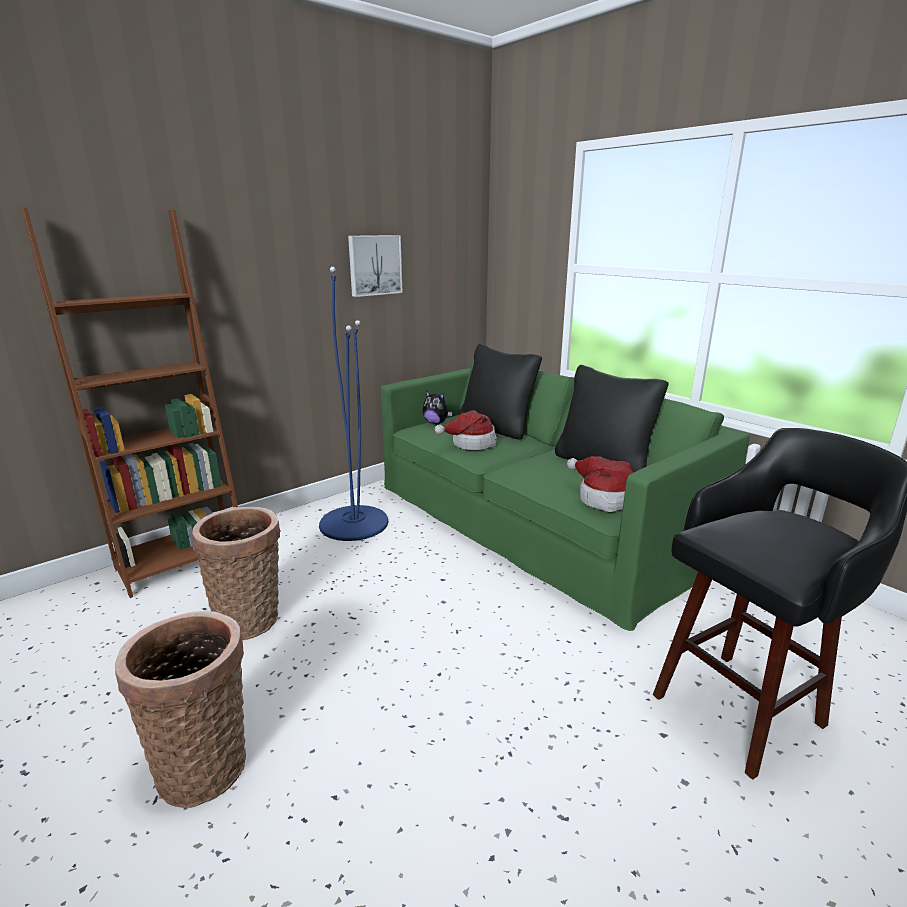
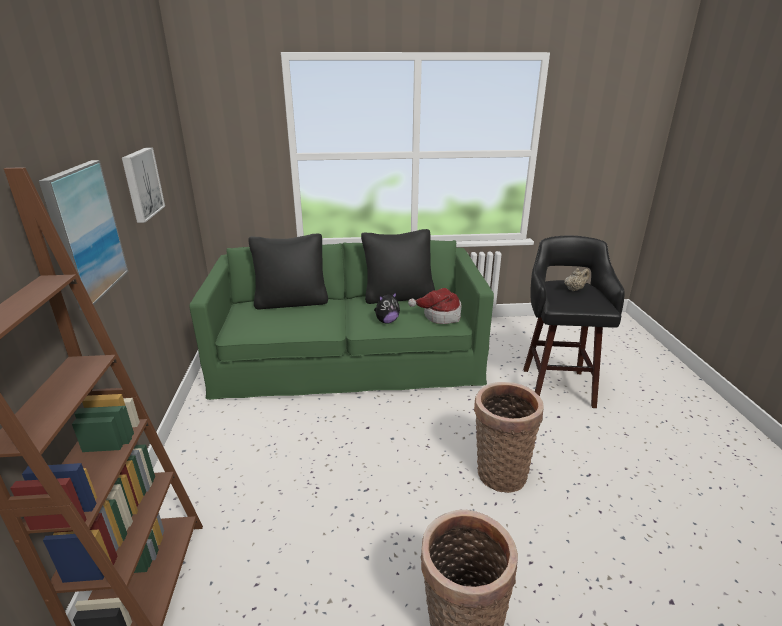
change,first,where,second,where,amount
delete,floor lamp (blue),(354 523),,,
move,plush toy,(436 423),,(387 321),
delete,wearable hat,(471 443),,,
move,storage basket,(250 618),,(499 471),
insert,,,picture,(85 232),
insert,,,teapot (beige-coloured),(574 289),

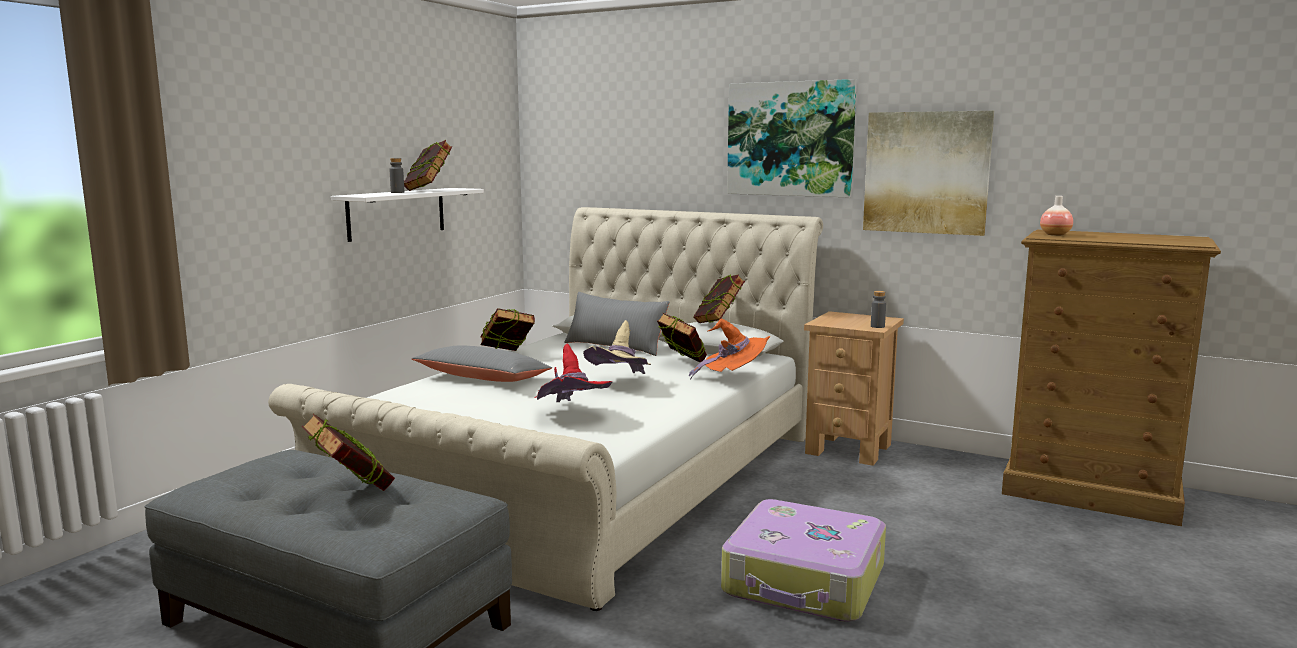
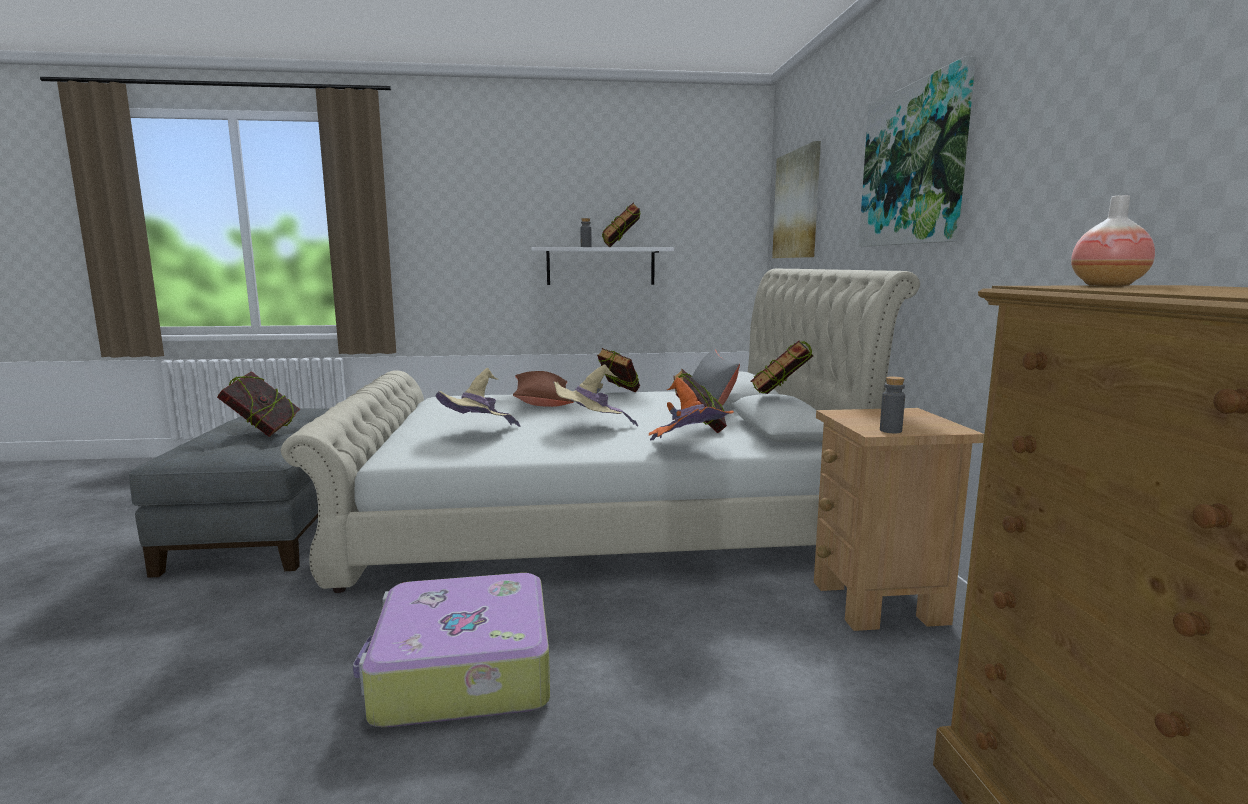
change,first,where,second,where,amount
move,picture,(926 172),,(797 204),
recolor,wearable hat (red-coloured),(572 416),wearable hat (beige-coloured),(478 435),
recolor,pillow (gray),(482 378),pillow (brownish),(542 401),

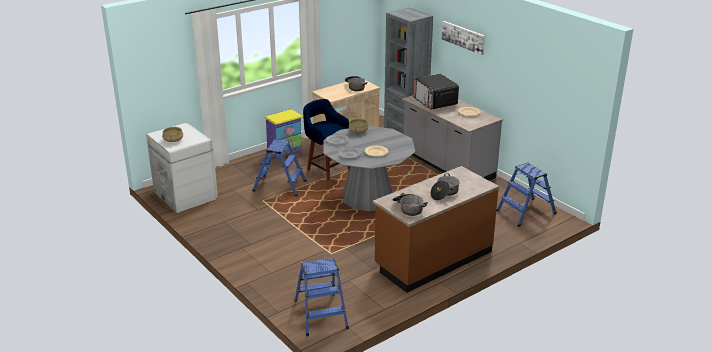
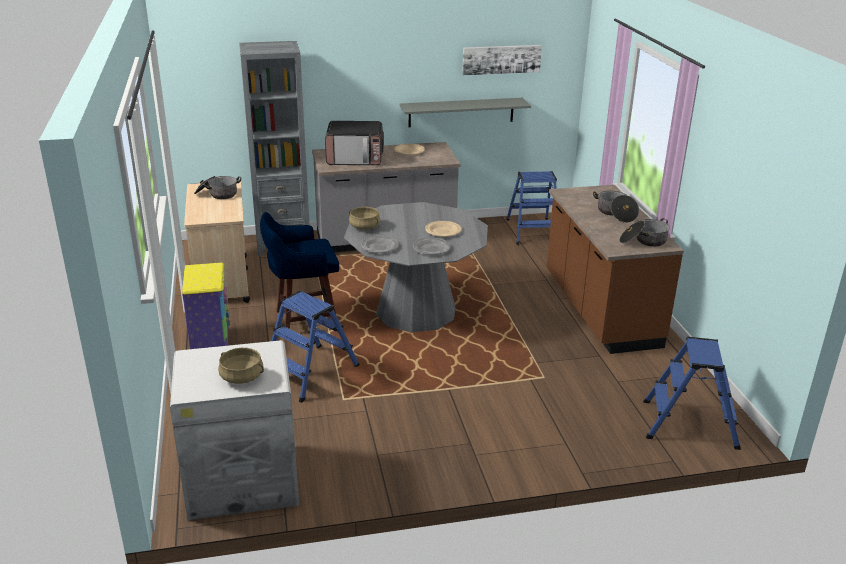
change,first,where,second,where,amount
move,picture,(463 37),,(501 59),
insert,,,bracket shelf (gray),(461 112),

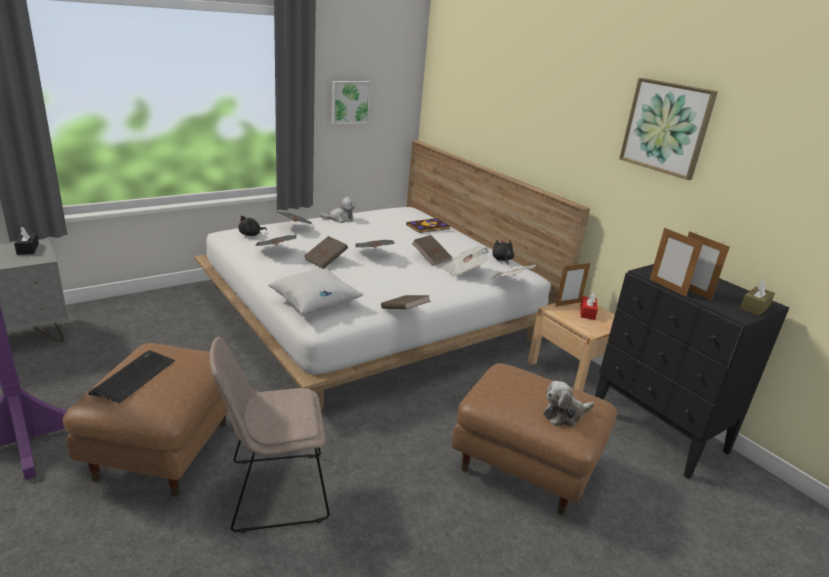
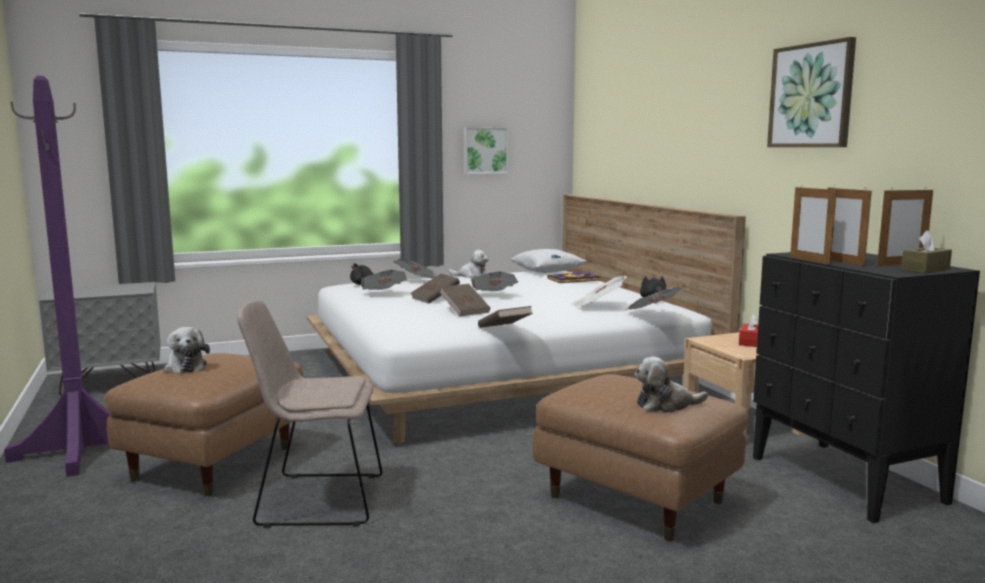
change,first,where,second,where,amount
delete,tissue holder (blackish),(28 249),,,
move,book (brownish),(431 258),,(464 311),
move,photo frame,(568 304),,(901 265),
move,pillow (gray),(315 302),,(547 271),
replace,computer keyboard,(134 377),plush toy,(185 366),

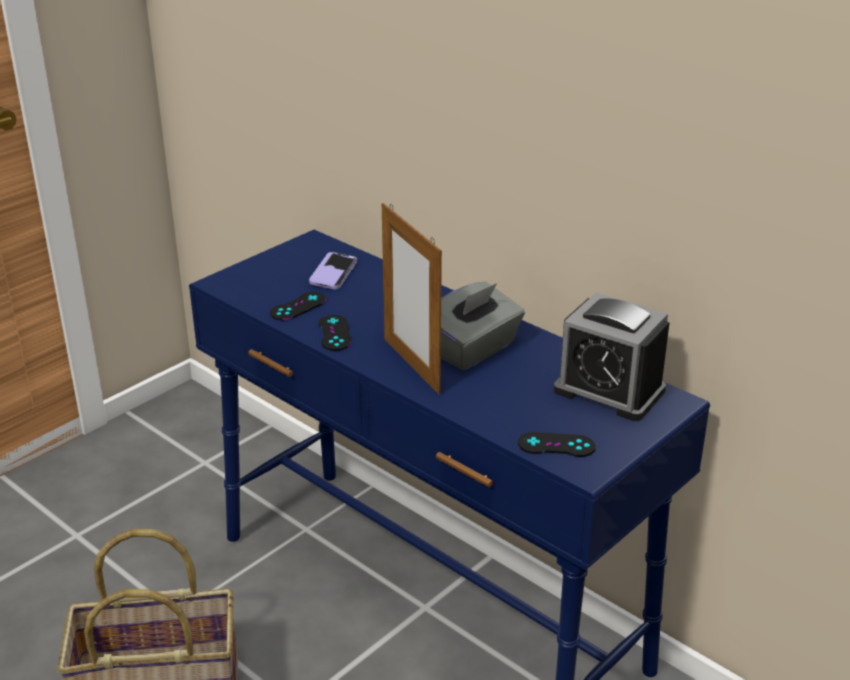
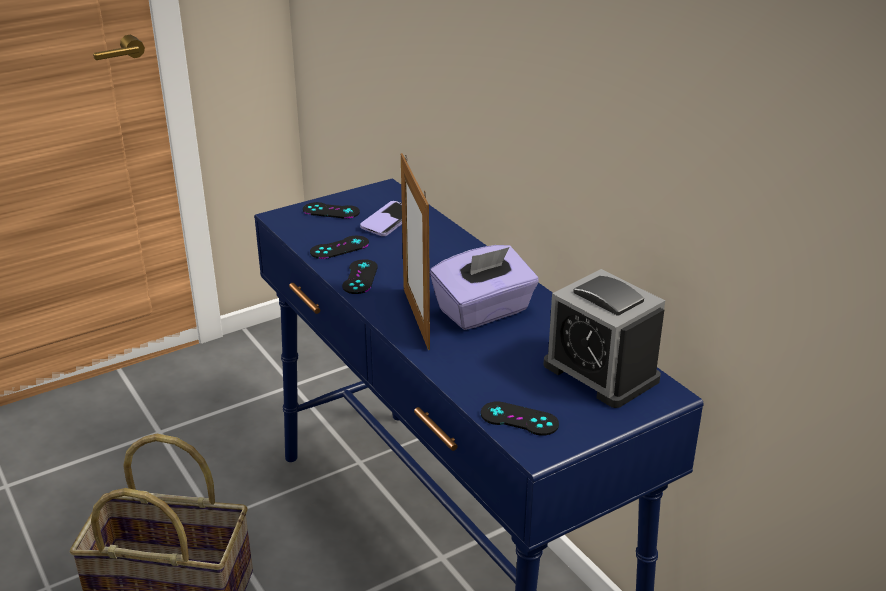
change,first,where,second,where,amount
recolor,tissue holder (gray),(473 349),tissue holder (purple),(484 311),
insert,,,game controller (blackish),(331 211),

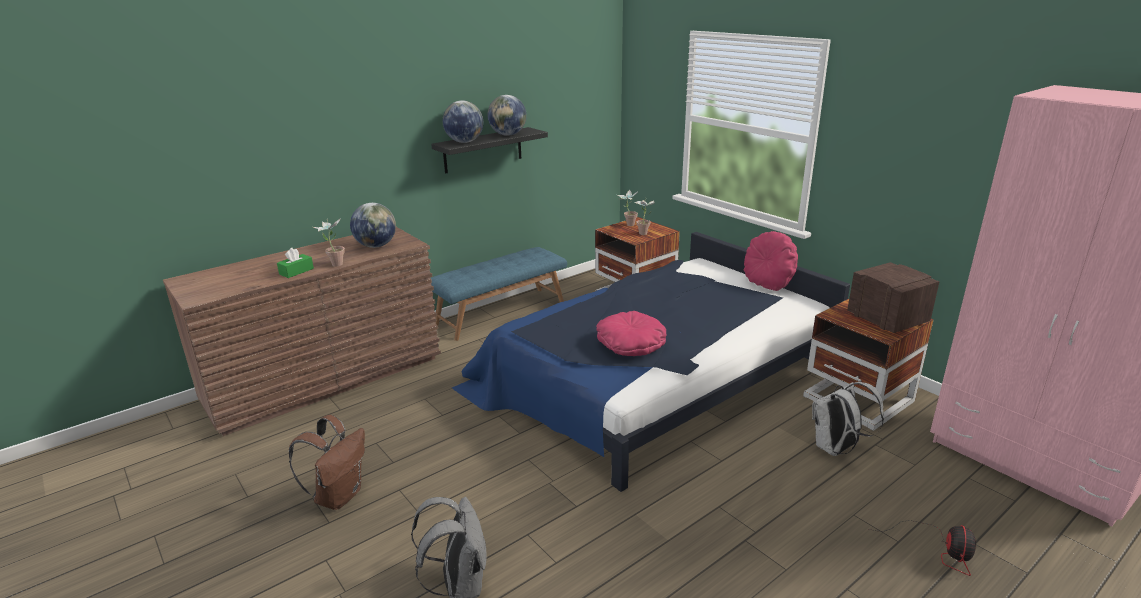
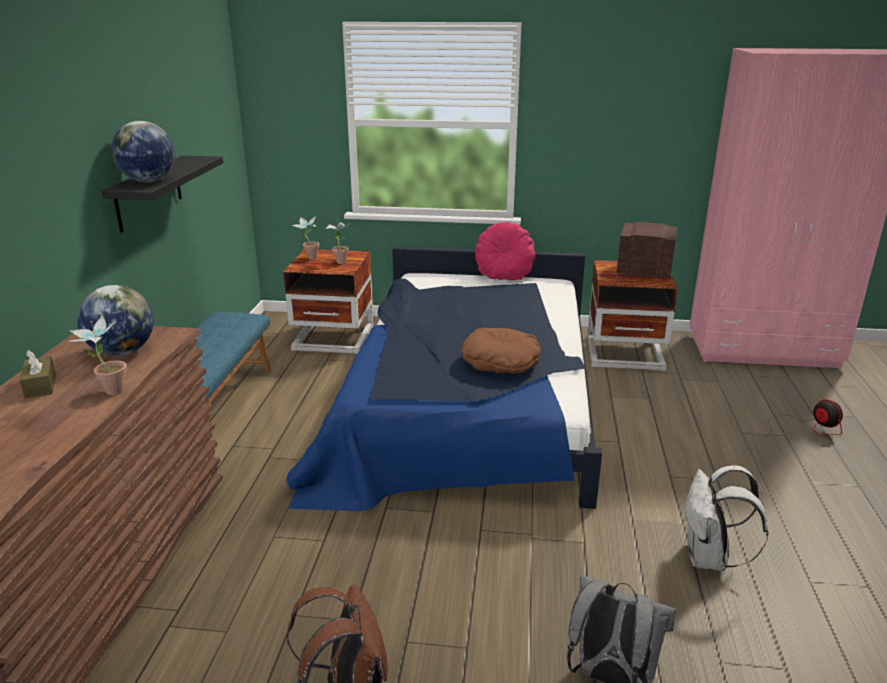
change,first,where,second,where,amount
delete,desk globe,(508 135),,,
delete,tissue holder (green),(296 271),,,
recolor,pillow (pink),(632 344),pillow (brownish),(501 362),
move,rucksack (whitish),(836 449),,(709 559),
insert,,,tissue holder (brownish),(40 385),

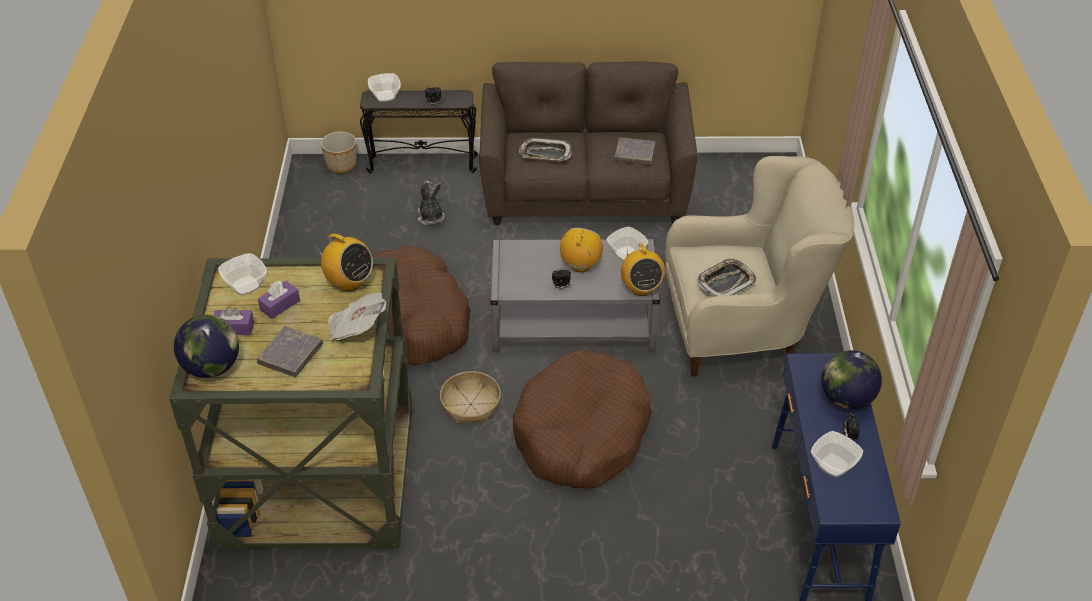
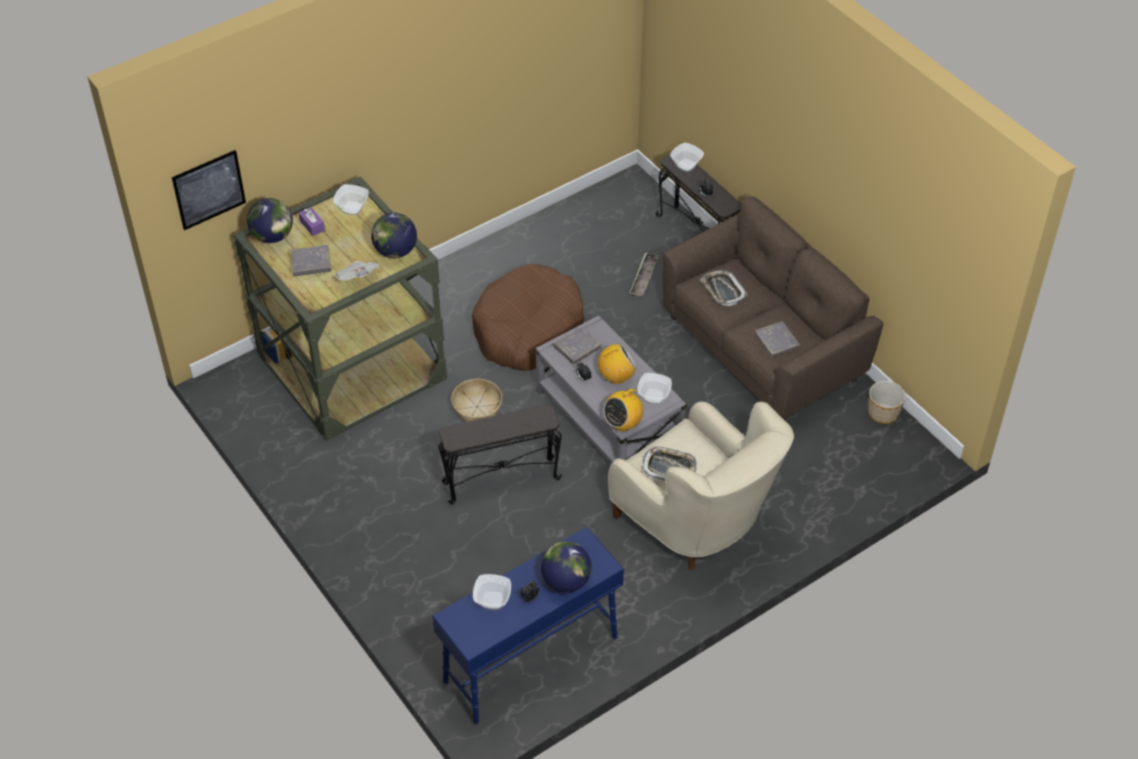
change,first,where,second,where,amount
move,planter,(341 164),,(884 413),
replace,plush toy,(430 217),tray,(643 277),
replace,radio receiver,(349 282),desk globe,(395 251),
delete,tissue holder (purple),(280 305),,,
replace,dog bed (brownish),(581 433),accent table (blackish),(502 481),
insert,,,picture,(209 189),
insert,,,book (gray),(577 347),

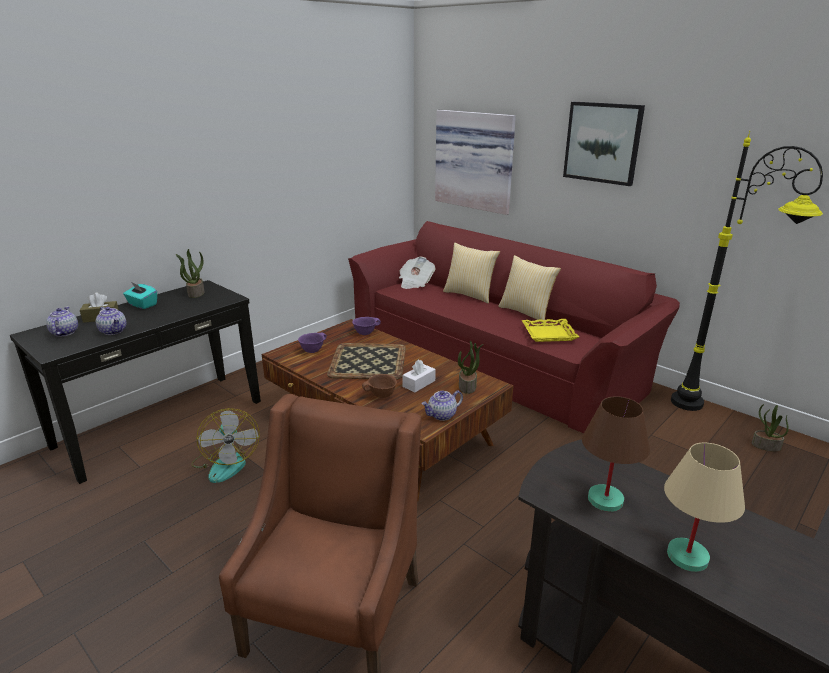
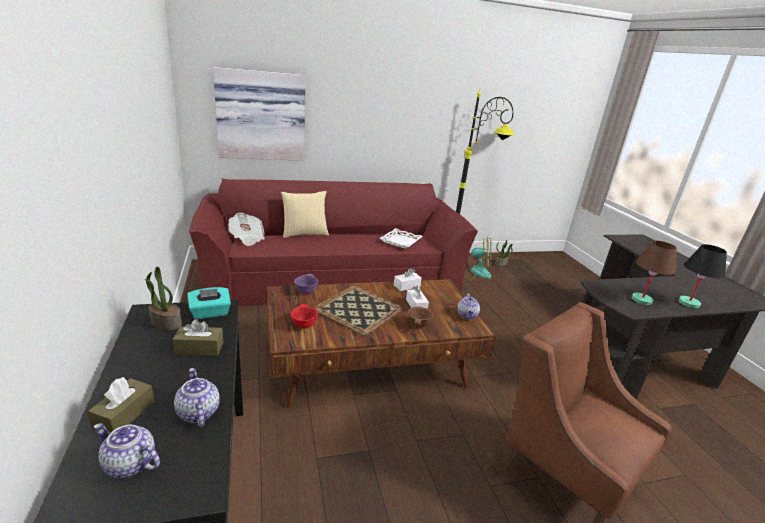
change,first,where,second,where,amount
delete,picture,(602 143),,,
delete,pillow,(526 312),,,
move,tissue holder (blue-green),(142 305),,(210 313),
rotate,teapot,(114 331),,(197 412),105 degrees counterclockwise
recolor,tray (yellowish),(549 334),tray (whitish),(401 241),
recolor,deep dish (purple),(312 350),deep dish (red-coloured),(303 325),
delete,houseplant,(468 386),,,
move,fan,(226 463),,(475 272),
recolor,tabletop lamp (beige-coloured),(687 556),tabletop lamp (blackish),(688 303),
insert,,,tissue holder (whitish),(406 286),
insert,,,tissue holder (brownish),(199 348),

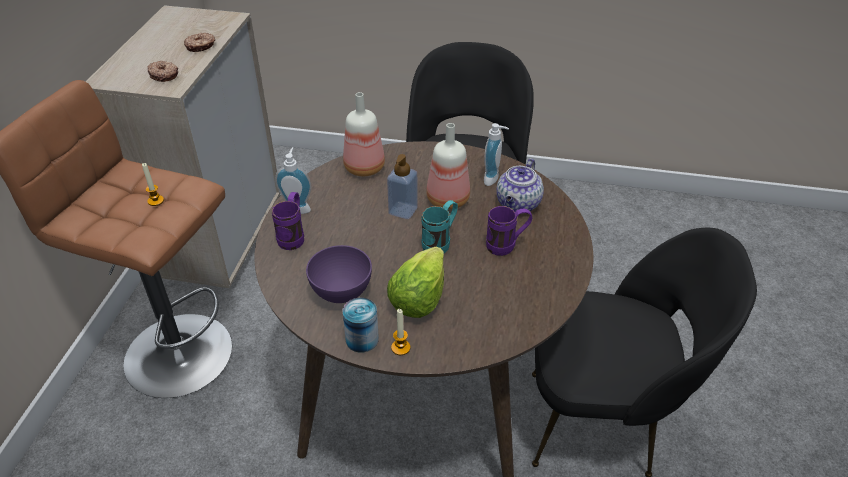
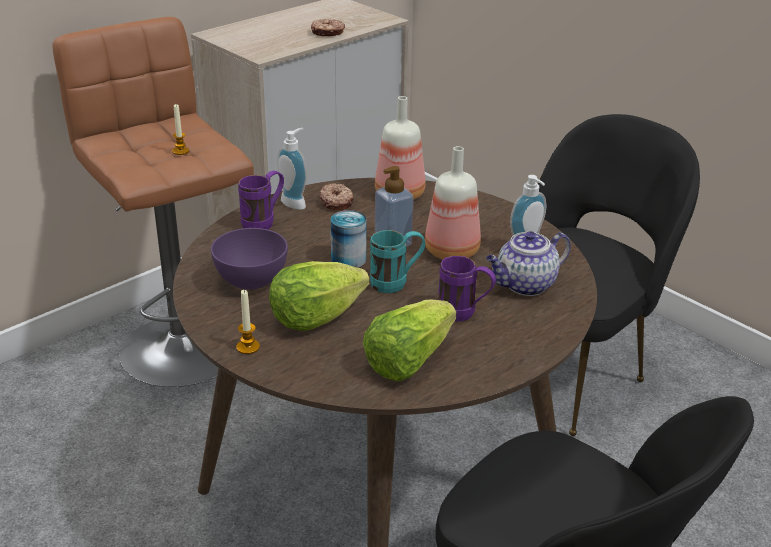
change,first,where,second,where,amount
move,donut,(164 75),,(337 202),
move,metal can,(362 339),,(348 259),
insert,,,head of lettuce,(408 360),

